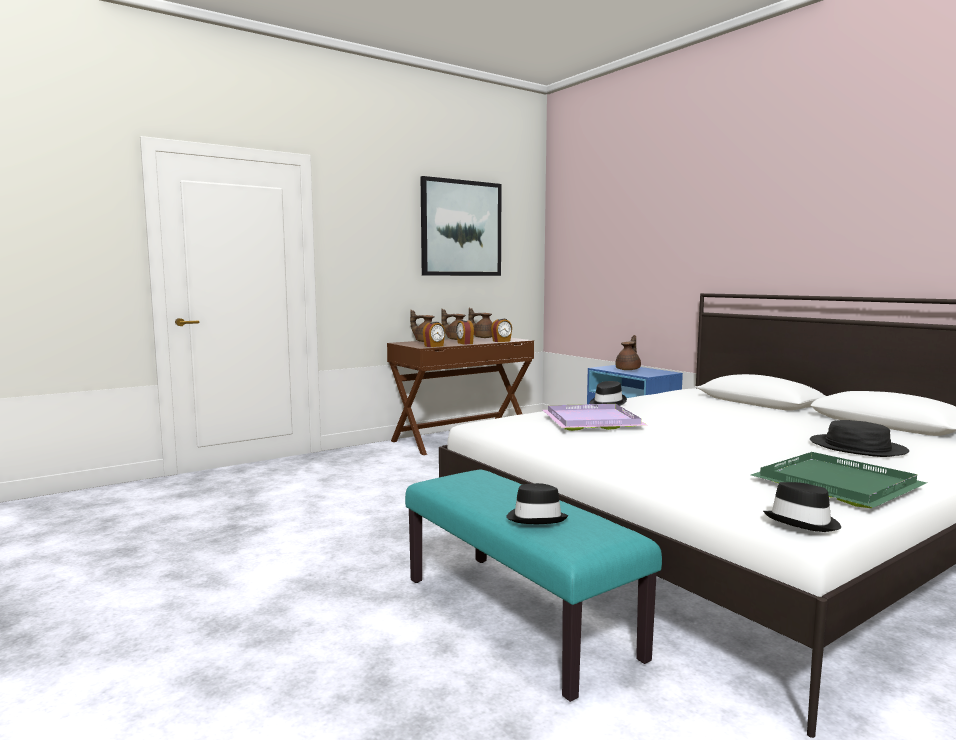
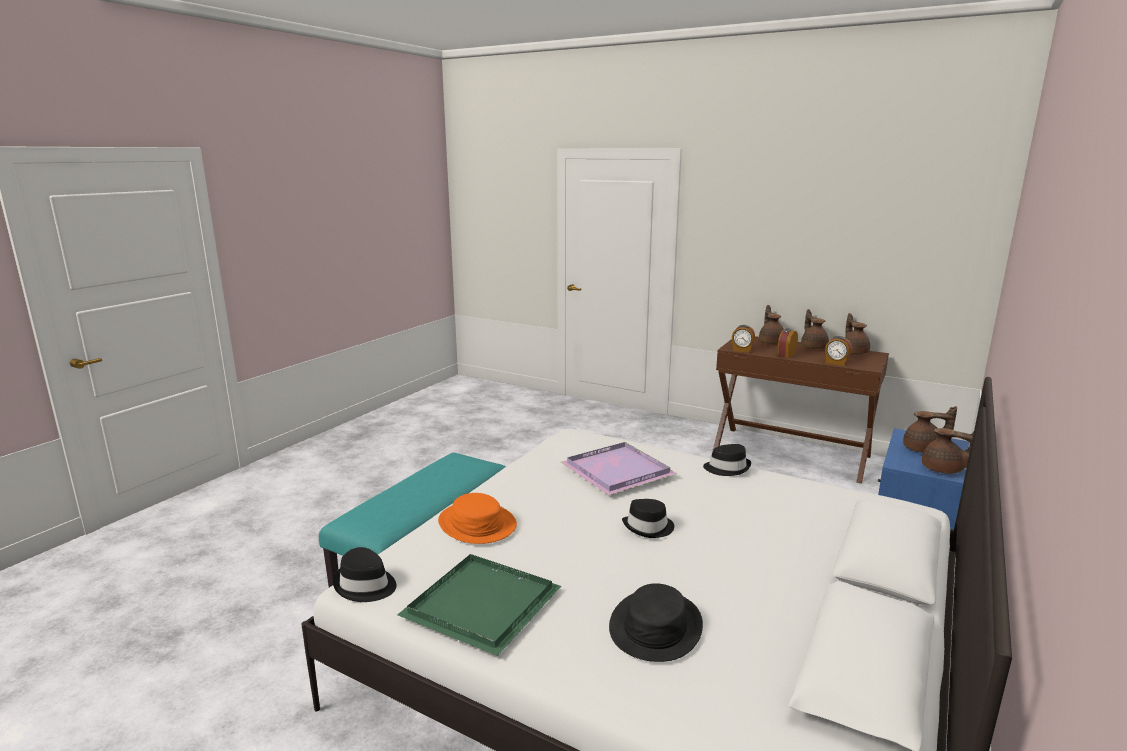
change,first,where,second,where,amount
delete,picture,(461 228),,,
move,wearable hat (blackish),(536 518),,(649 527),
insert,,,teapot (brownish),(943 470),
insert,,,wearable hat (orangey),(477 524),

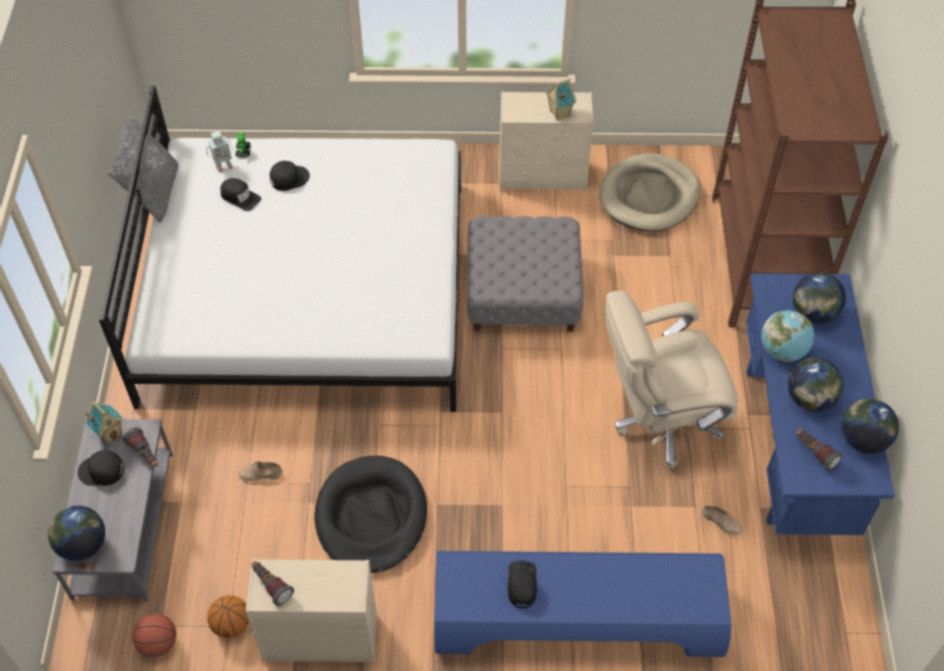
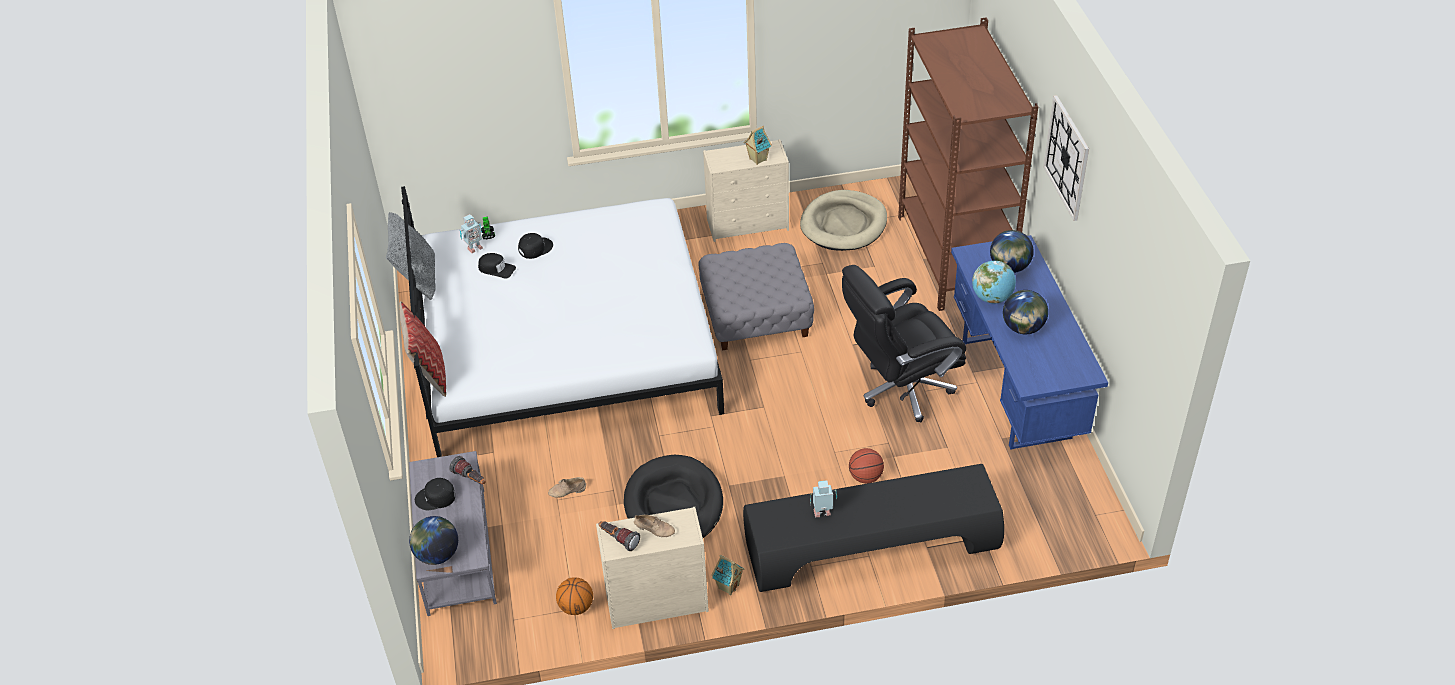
change,first,where,second,where,amount
recolor,computer chair (beige-coloured),(659 423),computer chair (blackish),(900 391),
delete,desk globe,(862 439),,,
move,toy house,(110 433),,(728 586),
delete,hand torch,(814 453),,,
move,low shoe (beige-coloured),(721 521),,(655 528),
recolor,indoor bench (blue),(576 618),indoor bench (blackish),(871 546),
replace,cap (blackish),(521 584),robot figure,(823 513),
move,ball for basketball,(158 643),,(865 477),
insert,,,hanging clock,(1067 157),
insert,,,pillow,(429 373),

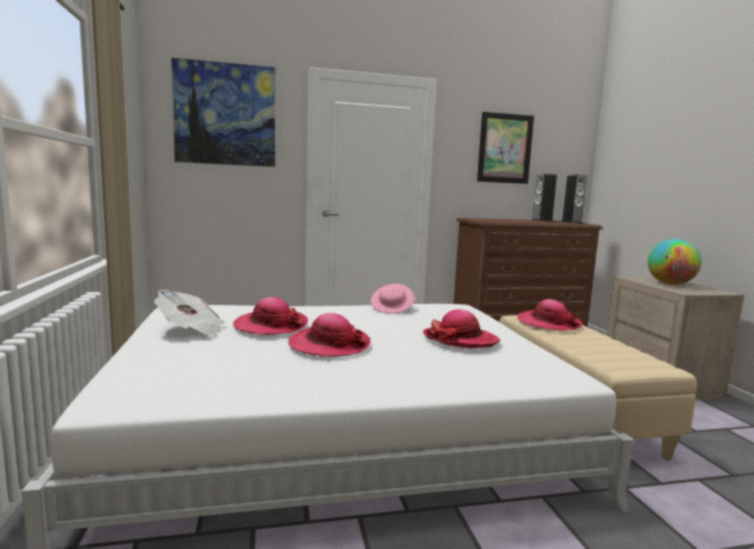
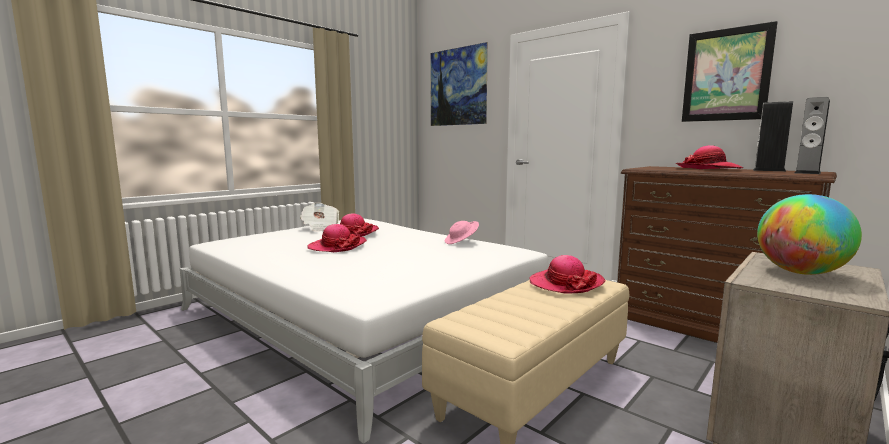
change,first,where,second,where,amount
move,wearable hat,(460 339),,(708 169),

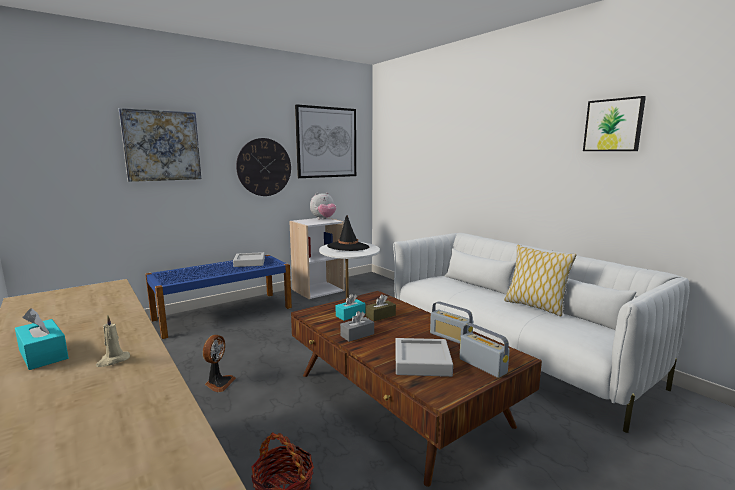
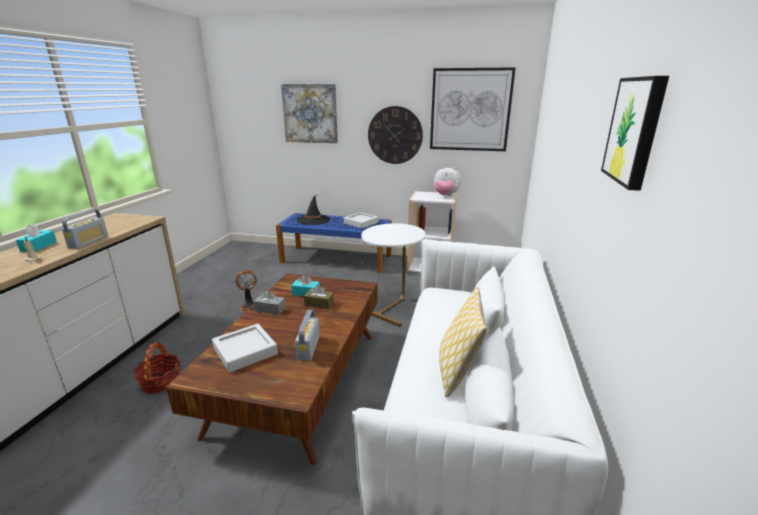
change,first,where,second,where,amount
move,wearable hat (blackish),(348 247),,(313 220),
move,radio receiver,(482 366),,(88 242),

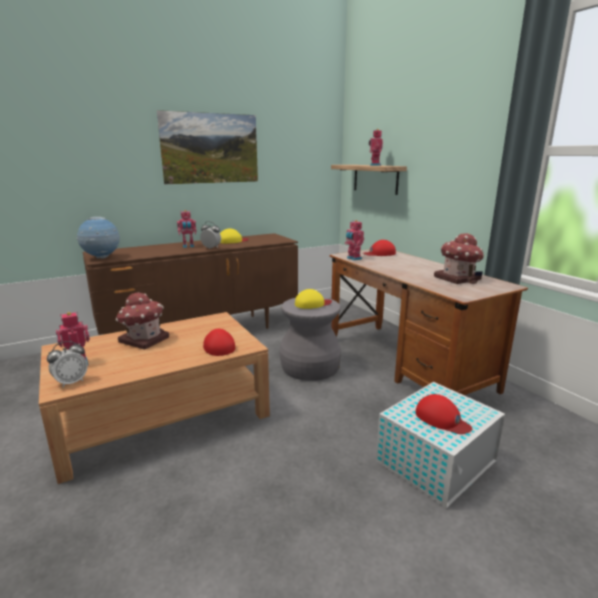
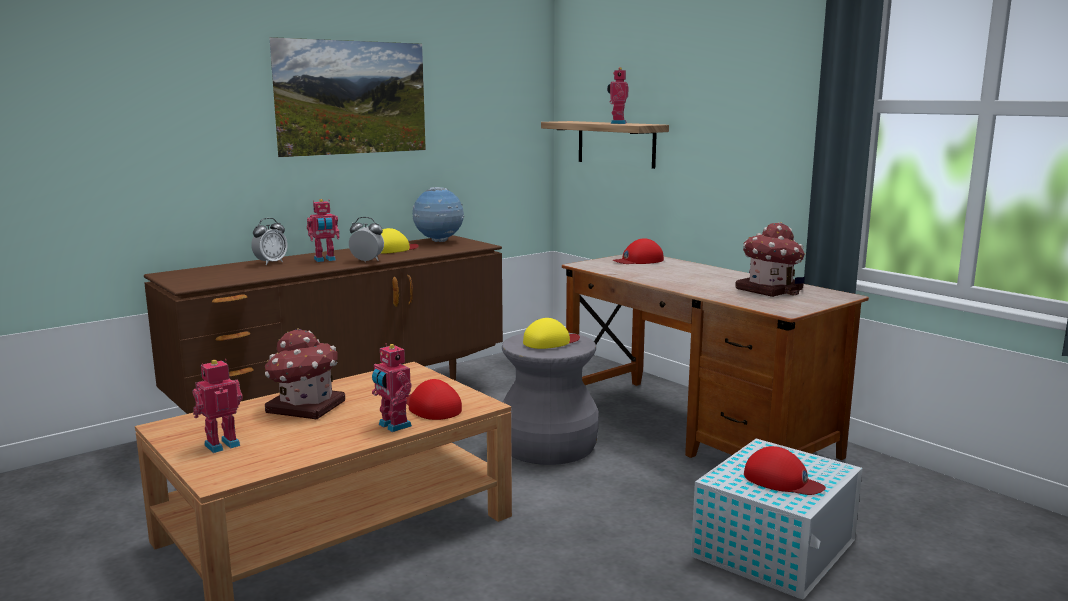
change,first,where,second,where,amount
move,desk globe,(102 258),,(438 242),
move,robot figure,(353 258),,(393 426),
move,bedside clock,(71 382),,(270 263),

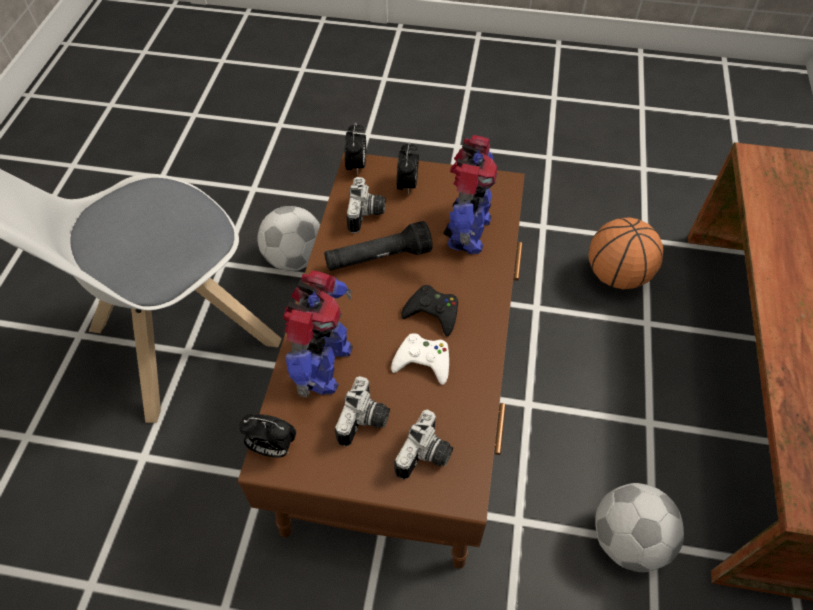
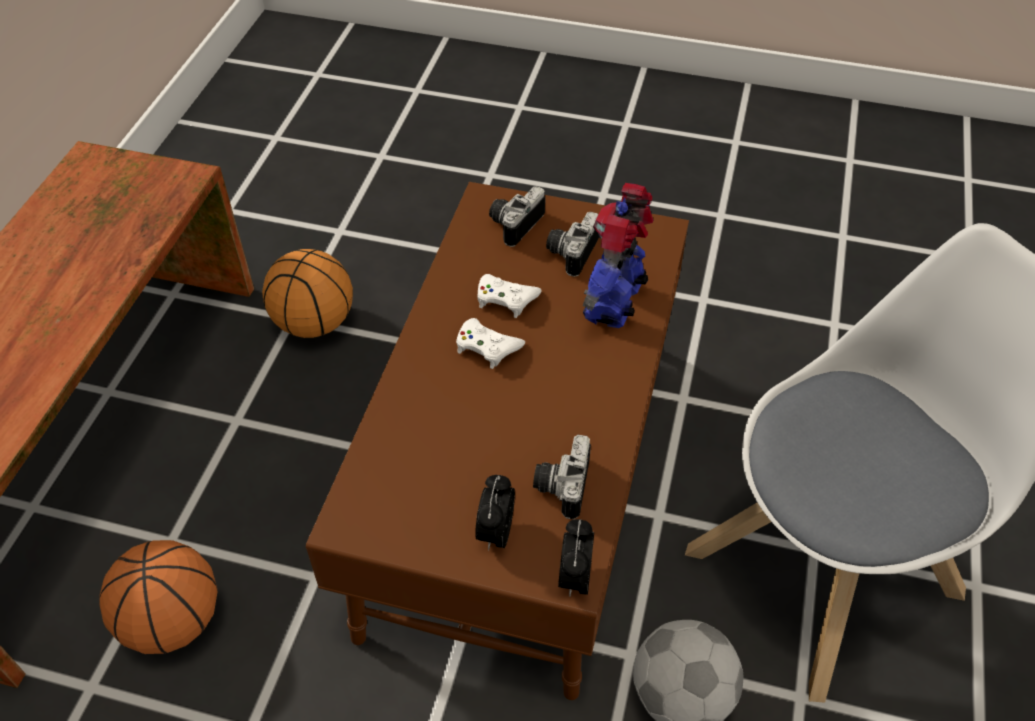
change,first,where,second,where,amount
delete,robot figure,(467 232),,,
delete,hand torch (blackish),(378 258),,,
recolor,game controller (blackish),(432 313),game controller (whitish),(487 347),
delete,bedside clock,(272 447),,,
replace,ball for football,(626 539),ball for basketball,(316 322),

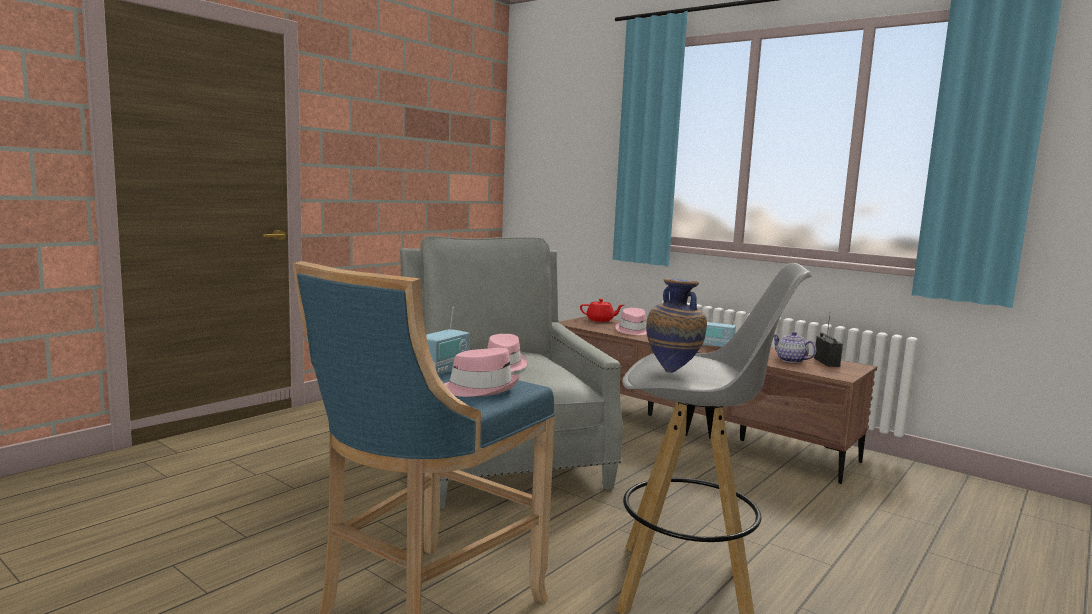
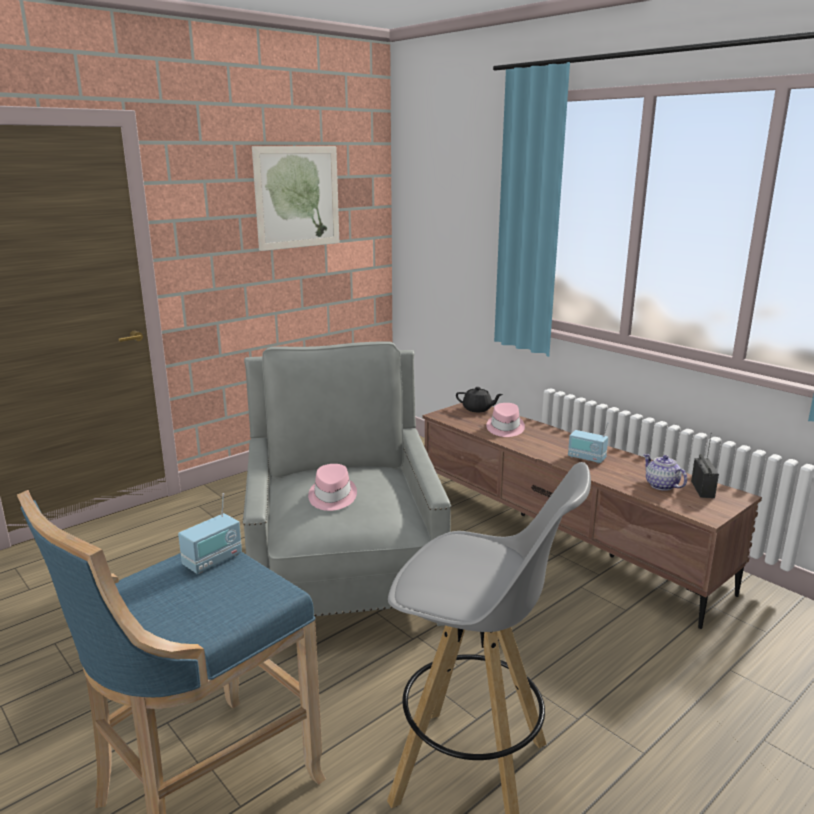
change,first,where,second,where,amount
delete,vase,(673 371),,,
recolor,teapot (red-coloured),(600 320),teapot (blackish),(477 409),
delete,wearable hat (pink),(480 388),,,
insert,,,picture,(297 197),

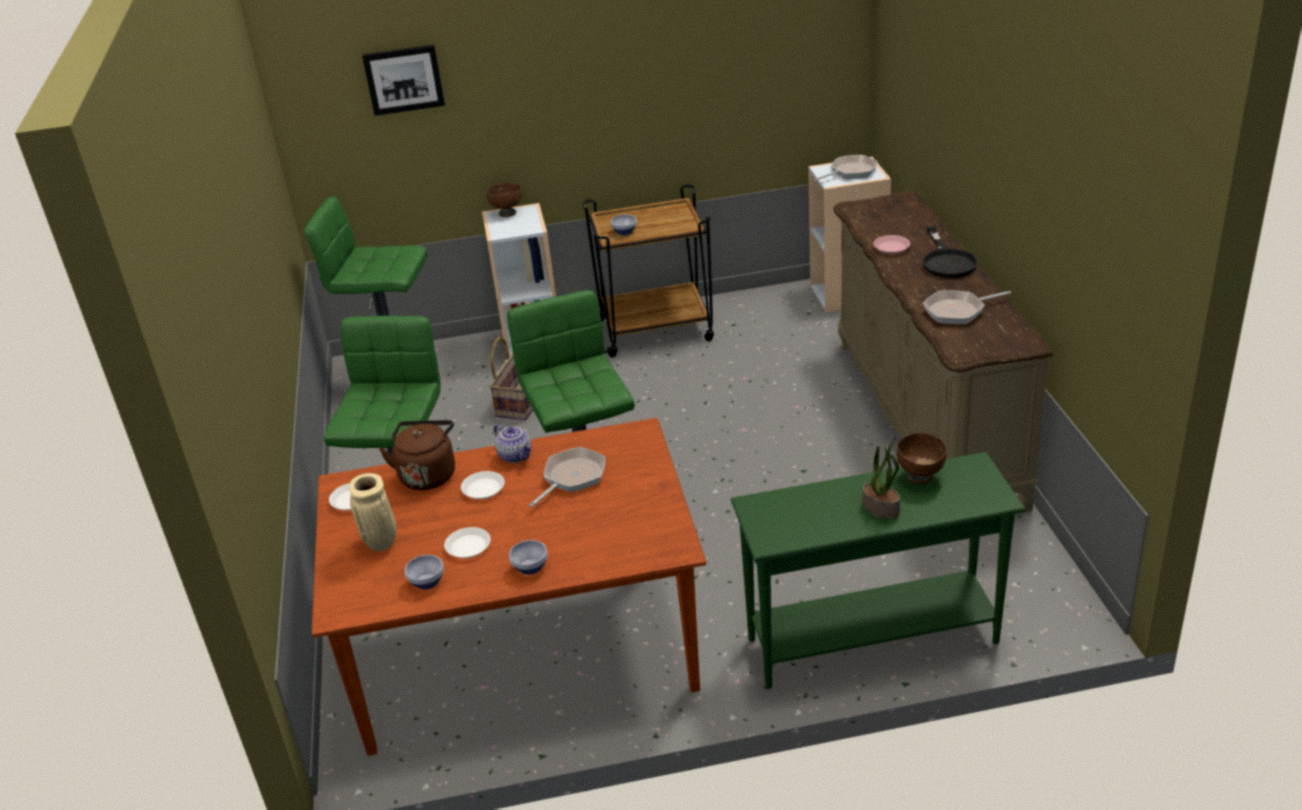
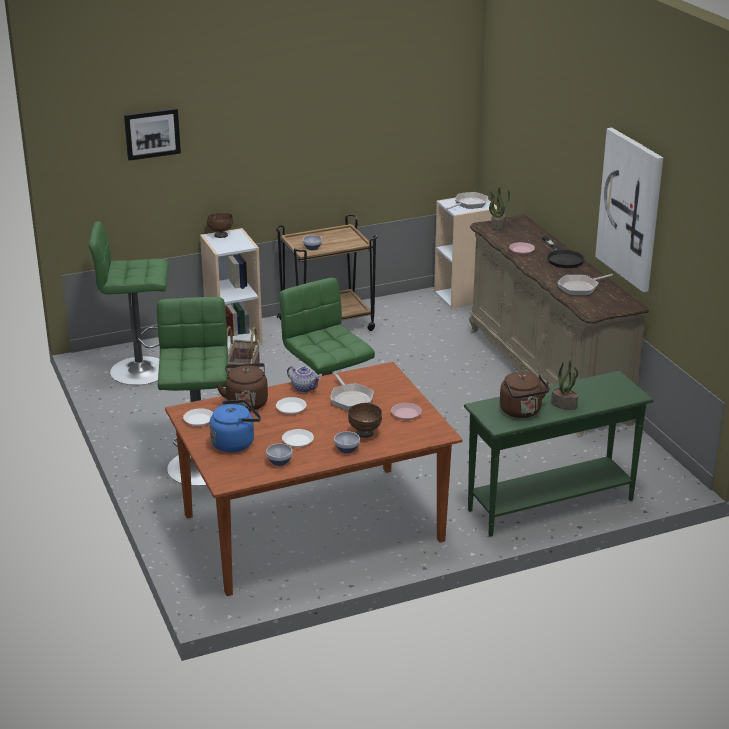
change,first,where,second,where,amount
move,deep dish (brownish),(920 477),,(365 433),
rotate,frying pan,(572 478),,(350 398),135 degrees clockwise
replace,vase (beige-coloured),(382 543),tea kettle (blue),(235 443),
insert,,,picture,(631 209),
insert,,,houseplant,(497 225),
insert,,,tea kettle (brownish),(522 412),
insert,,,dinner plate (pink),(406 414),

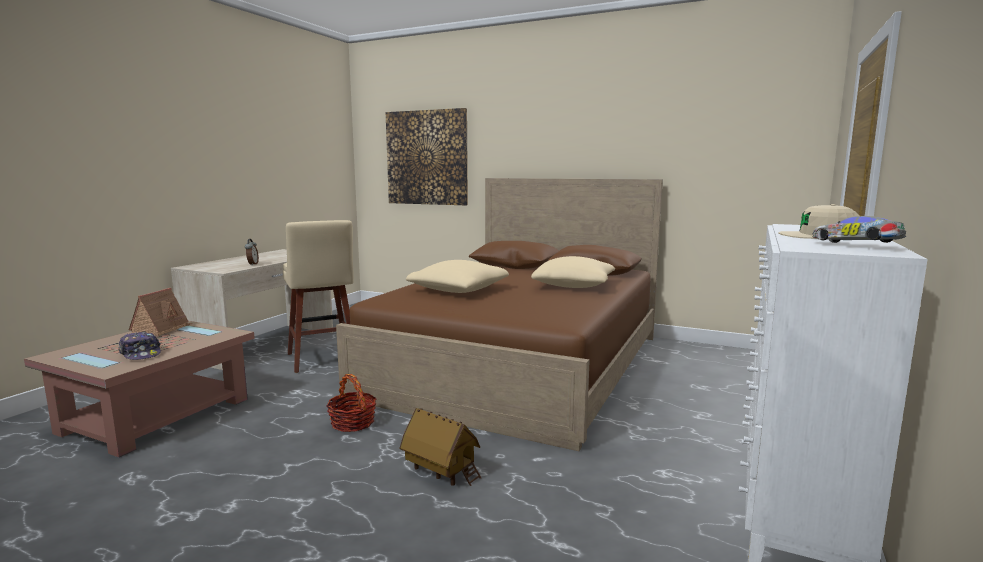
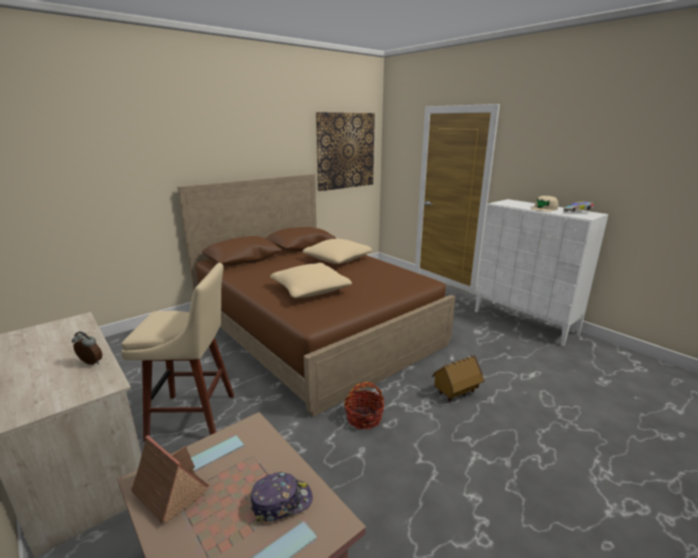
change,first,where,second,where,amount
move,picture,(427 158),,(345 151),

